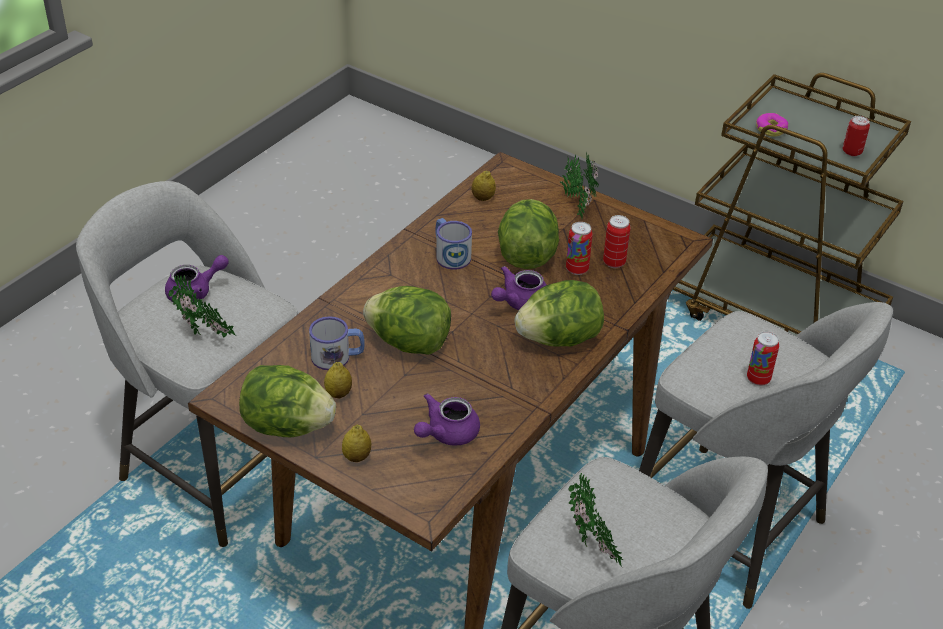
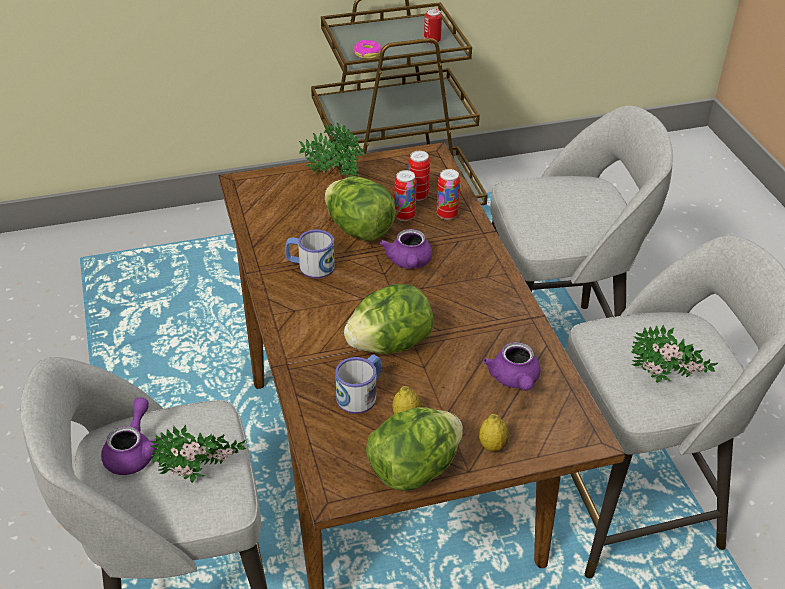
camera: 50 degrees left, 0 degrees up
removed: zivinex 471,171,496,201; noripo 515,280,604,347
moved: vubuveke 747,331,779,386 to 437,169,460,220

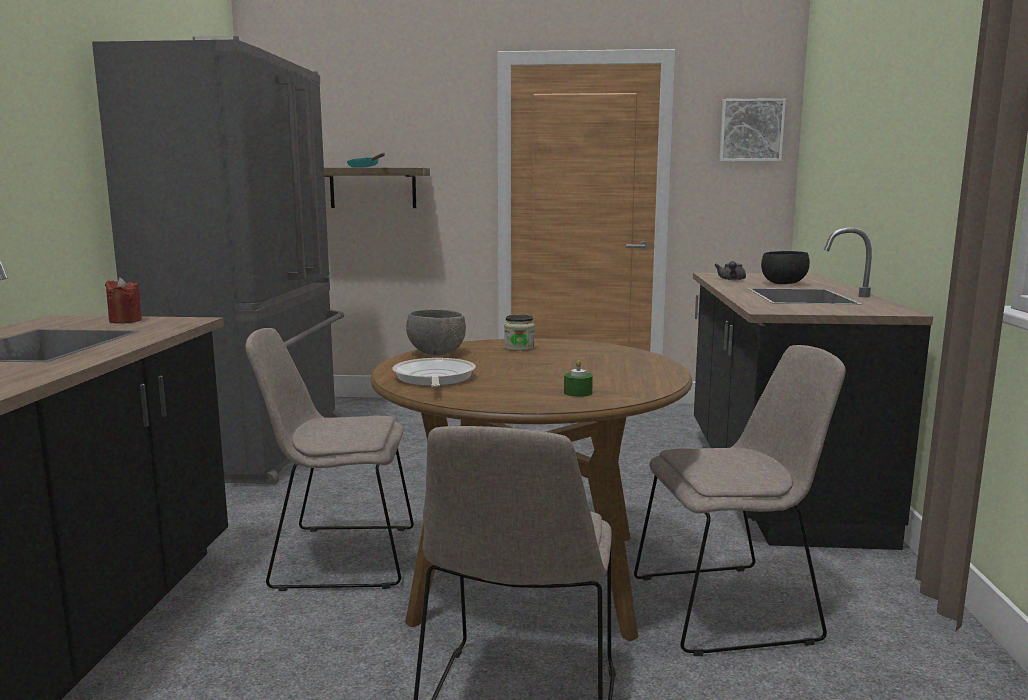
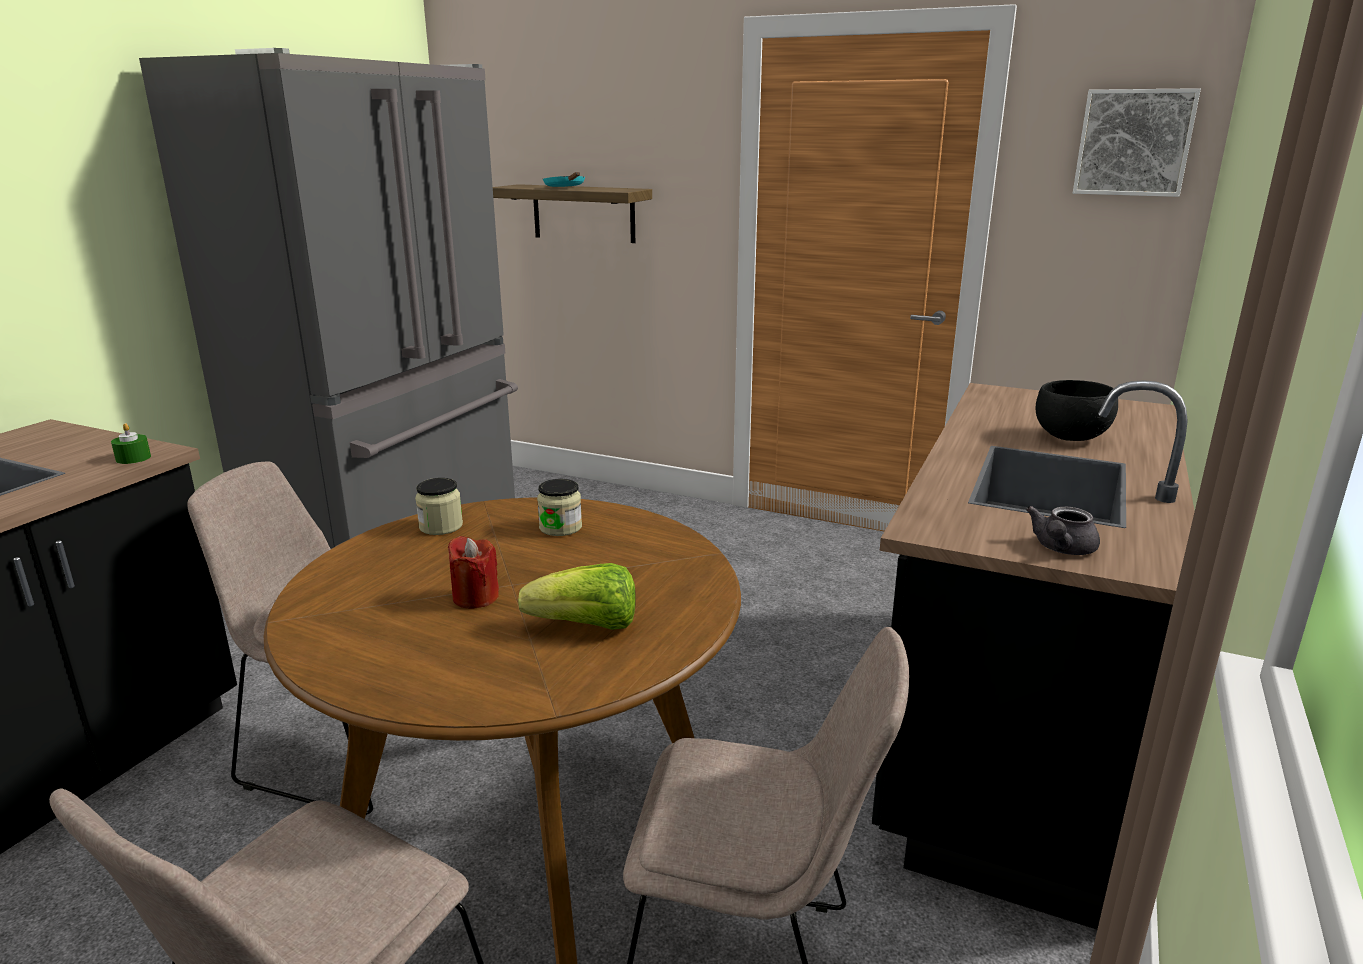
camera: 20 degrees right, 10 degrees up
removed: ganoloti 392,358,476,387
added: noripo 518,563,636,630
moved: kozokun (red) 105,277,142,324 to 448,536,499,609; kozokun (green) 564,360,593,397 to 111,423,151,464; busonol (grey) 715,261,746,280 to 1026,506,1100,555
replaced: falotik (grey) 406,309,466,355 to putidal 415,478,463,535

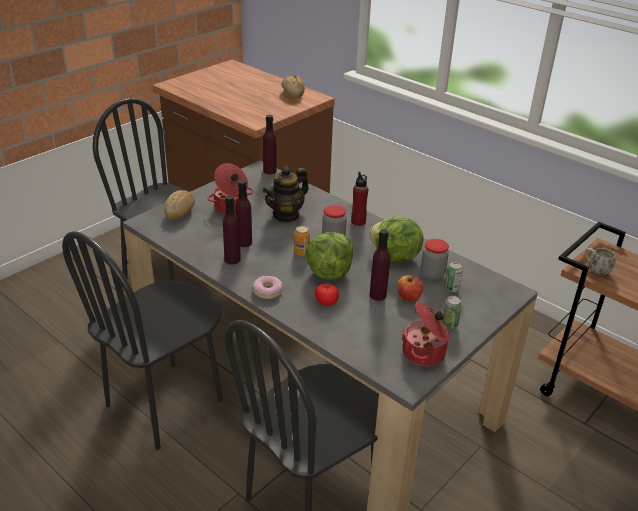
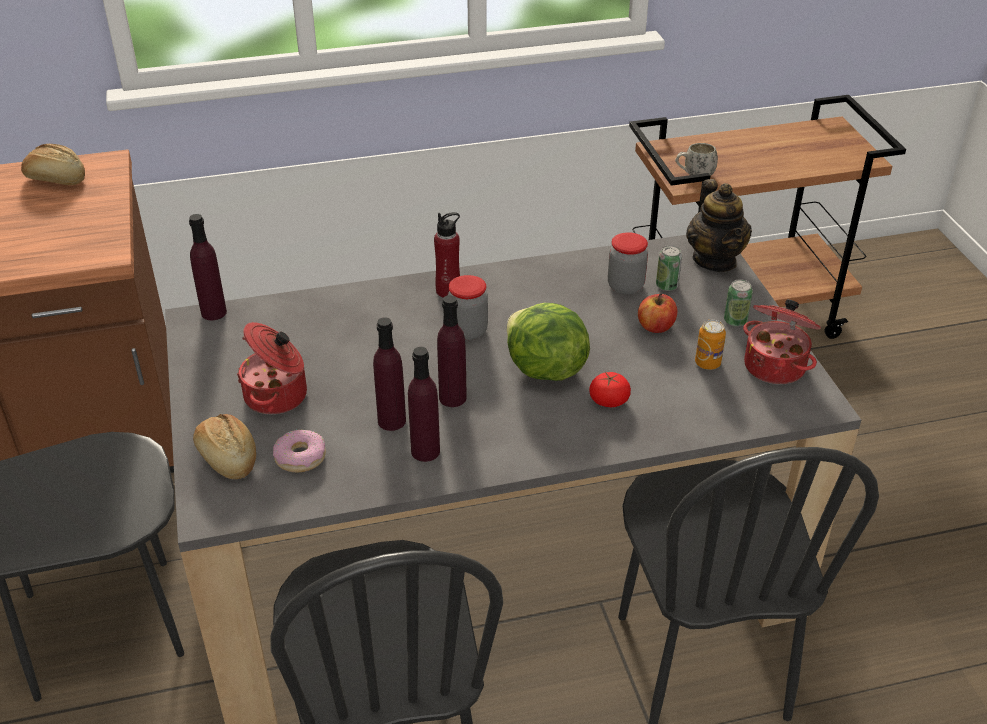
camera: 55 degrees left, 5 degrees up
removed: noripo 369,216,423,261
moved: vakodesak 253,276,282,299 to 273,430,326,472; busonol 263,166,309,222 to 686,179,752,272; vubuveke 294,226,310,256 to 695,320,726,370; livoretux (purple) 370,229,390,301 to 437,295,467,407

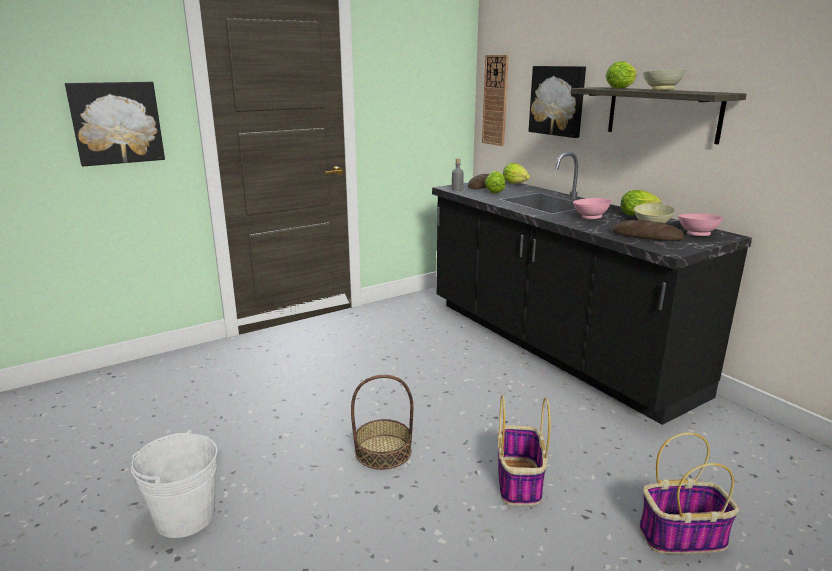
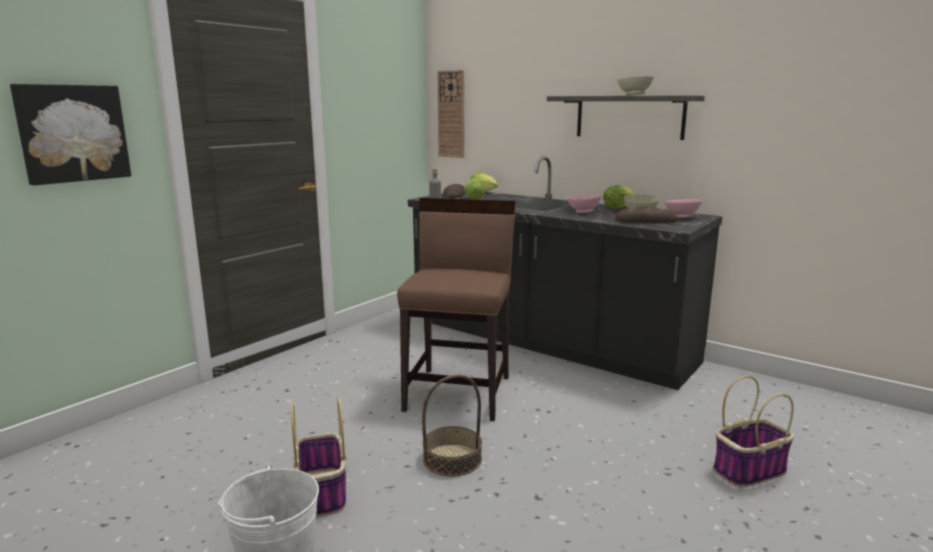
camera: 20 degrees left, 5 degrees down
removed: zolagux 529,66,586,138; noripo 606,61,637,89
added: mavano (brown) 397,198,515,421
moved: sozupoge 498,395,550,506 to 291,397,346,518

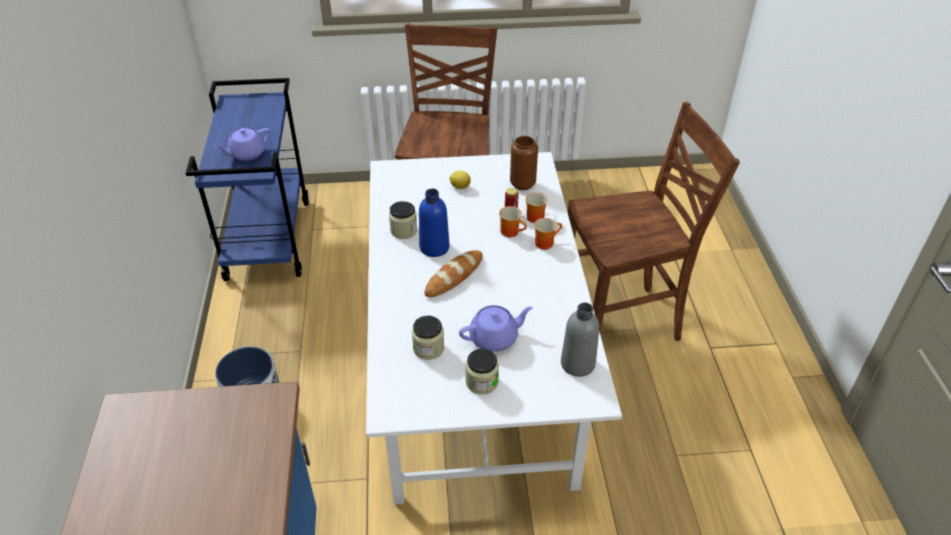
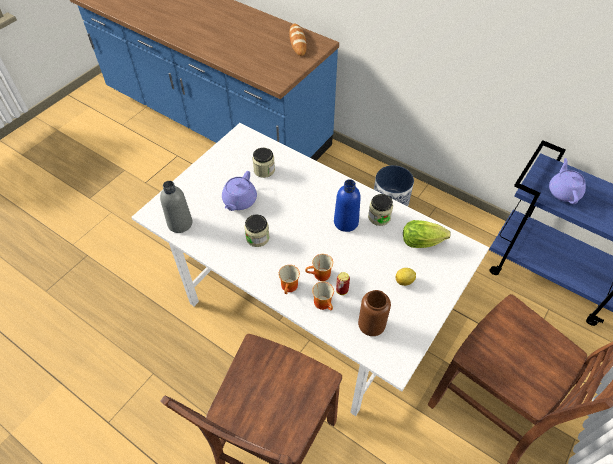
camera: 130 degrees right, 10 degrees up
added: noripo 403,220,451,248
moved: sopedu 425,250,483,297 to 289,24,307,56; putidal 465,348,499,395 to 244,215,270,247

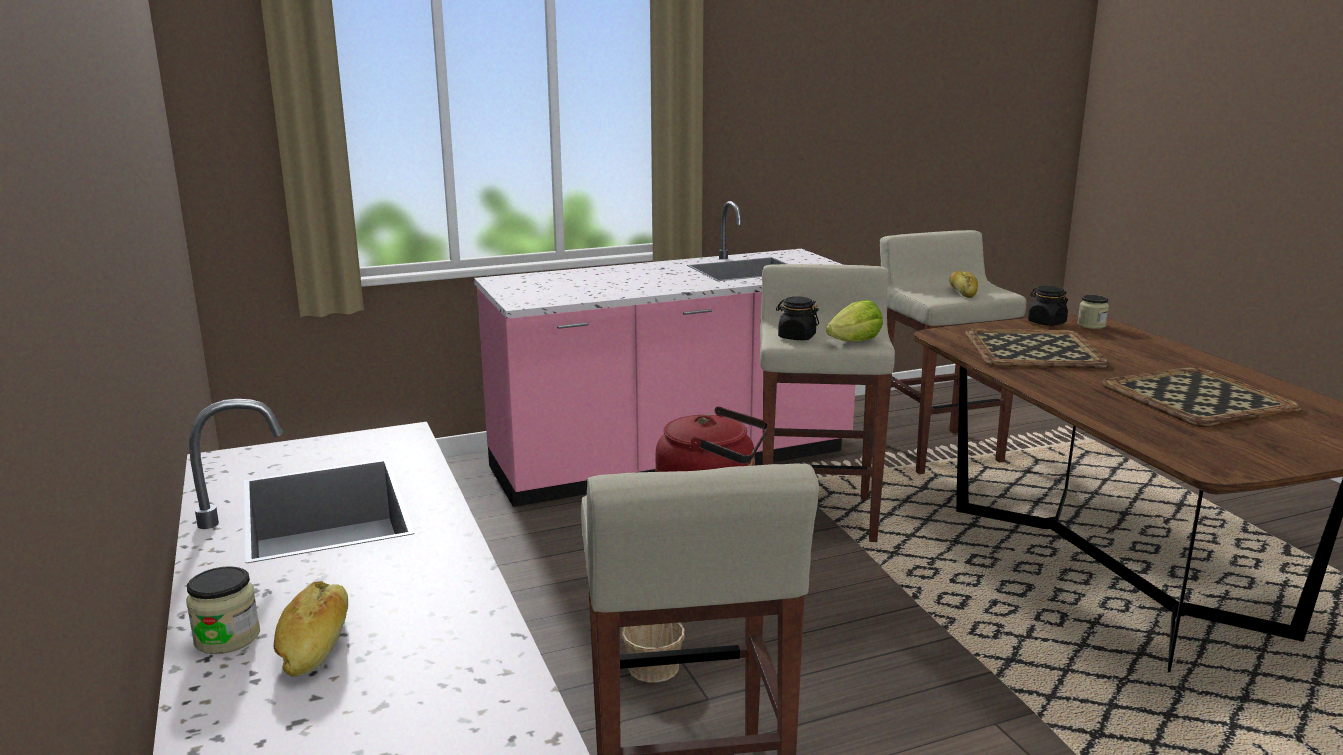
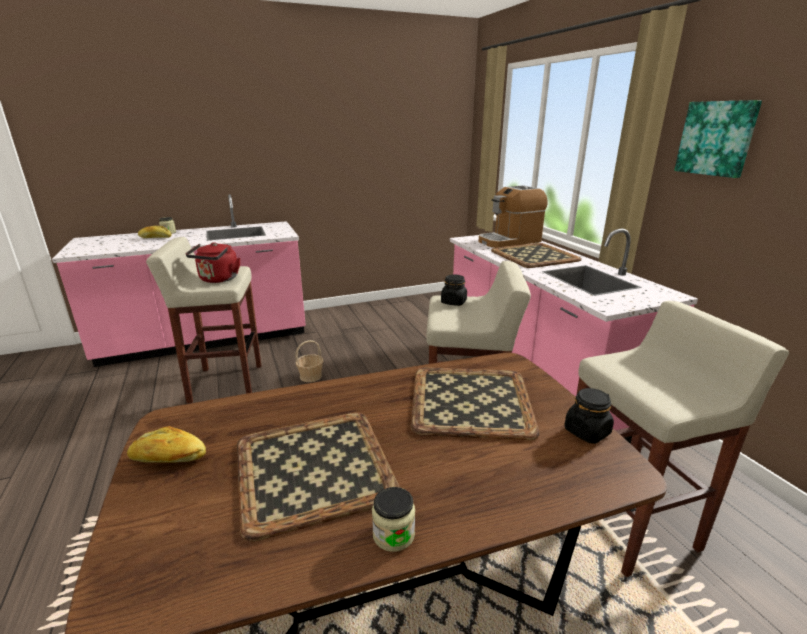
camera: 90 degrees right, 5 degrees up
removed: noripo 826,300,883,341
added: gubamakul 479,185,548,248; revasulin 491,243,582,268; zolagux 674,100,762,178
moved: sopedu 949,271,978,298 to 127,426,206,463; putidal 1078,295,1109,329 to 372,487,415,552

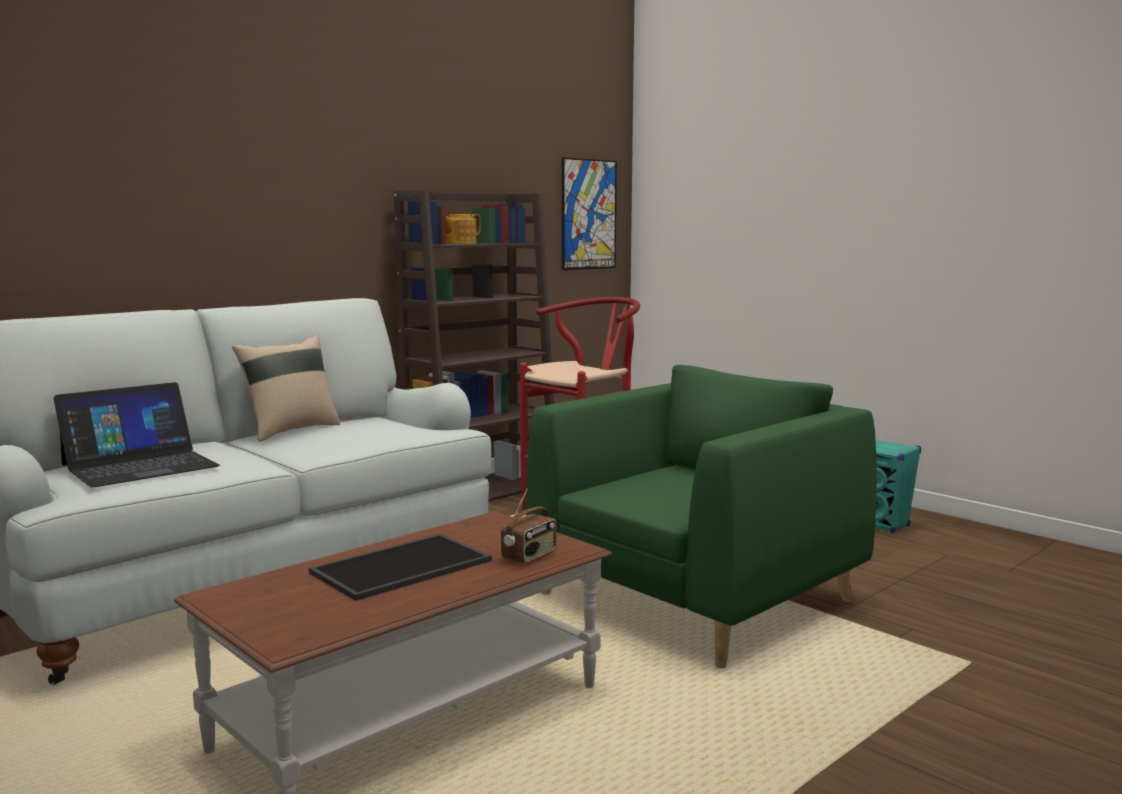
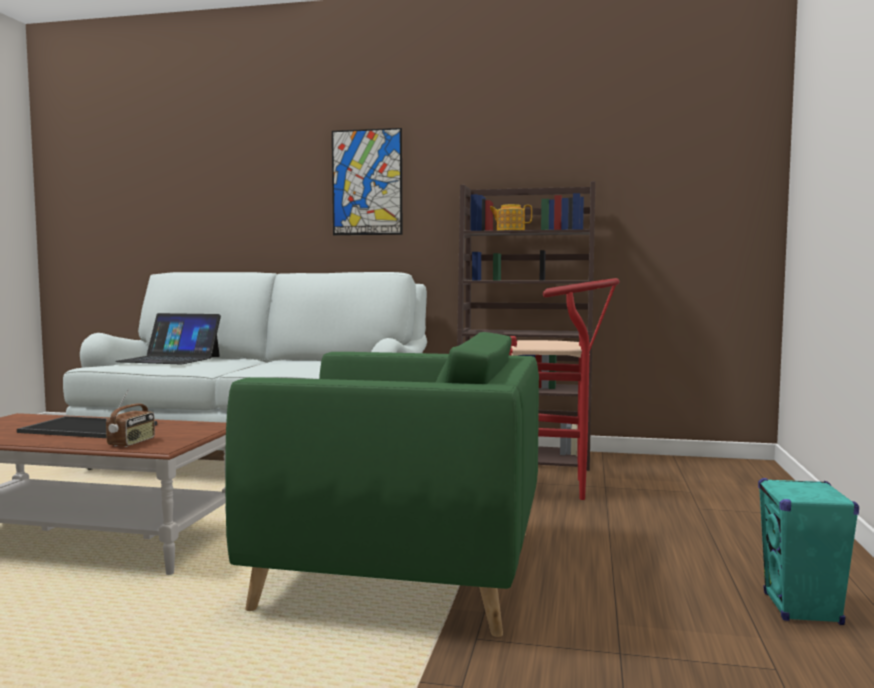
camera: 55 degrees right, 5 degrees down
removed: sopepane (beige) 232,335,340,442
moved: zolagux 562,158,617,270 to 332,128,402,235
turned: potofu 501,488,556,564 = 106,389,155,447 75 degrees counterclockwise

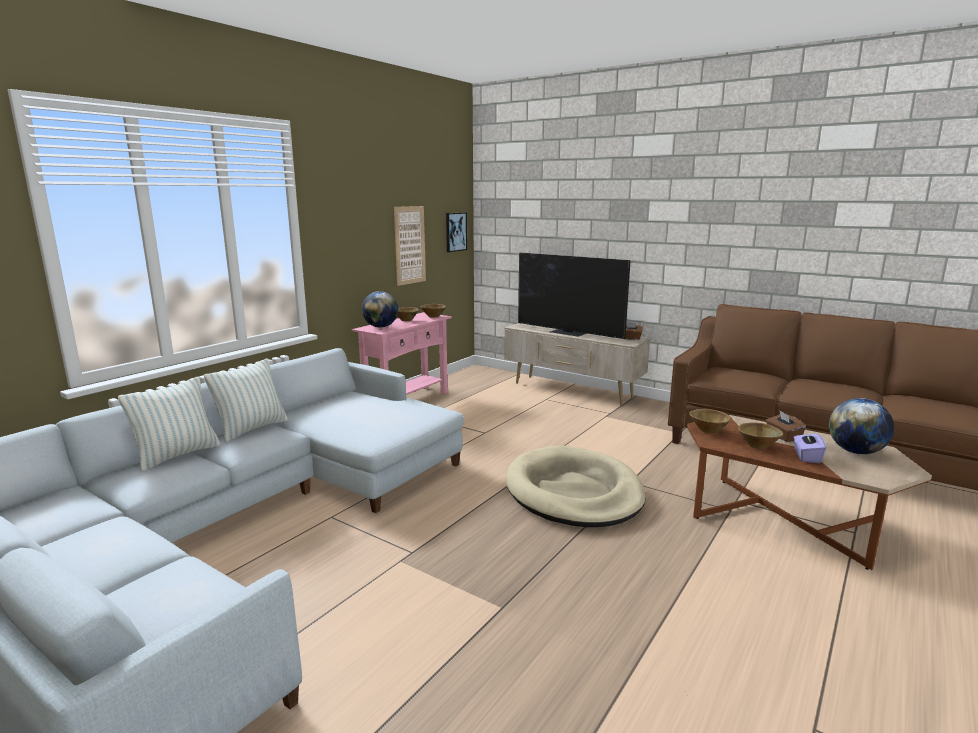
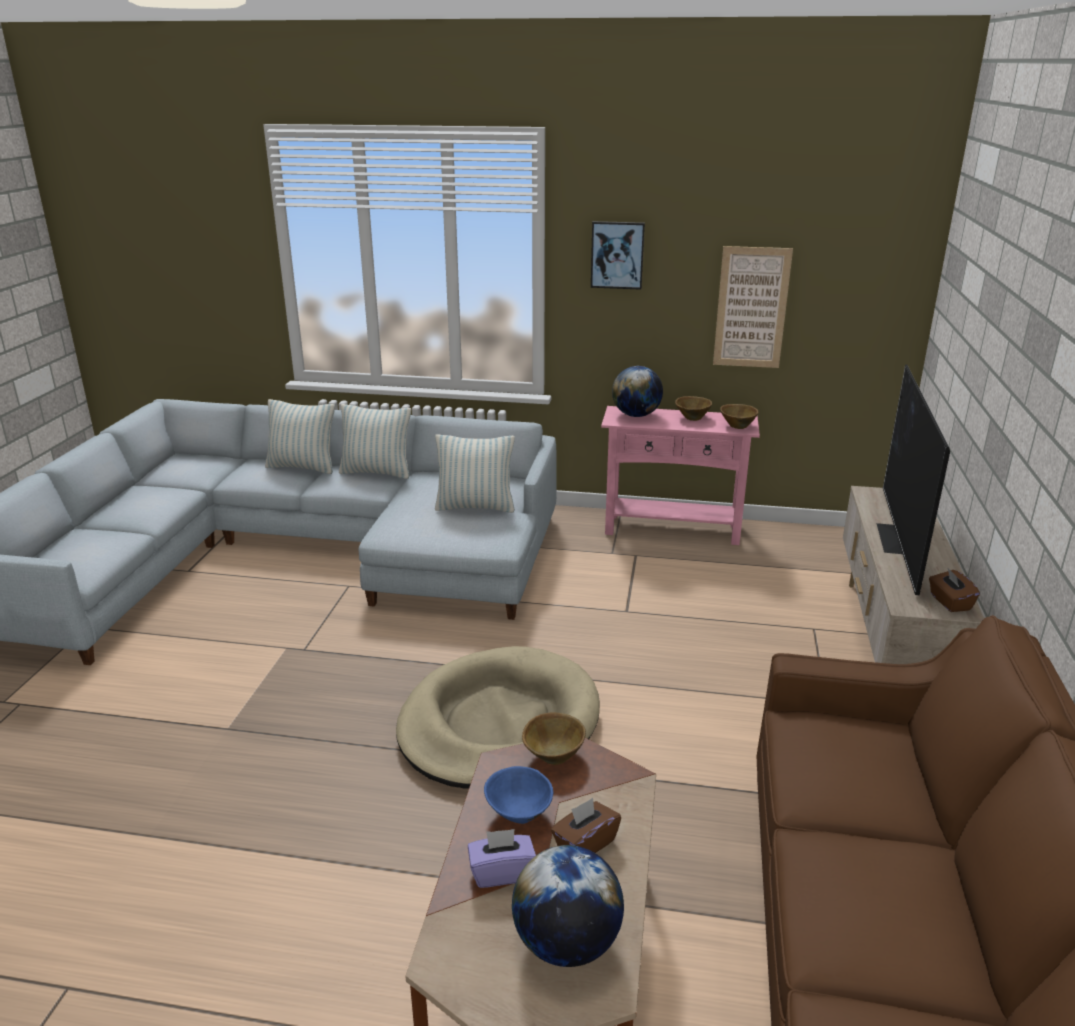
camera: 65 degrees right, 10 degrees up
added: sopepane 435,434,515,513
moved: zolagux 446,212,467,252 to 591,221,645,290
recoloured: falotik (brown) 738,422,783,449 to falotik (blue) 484,766,553,824

